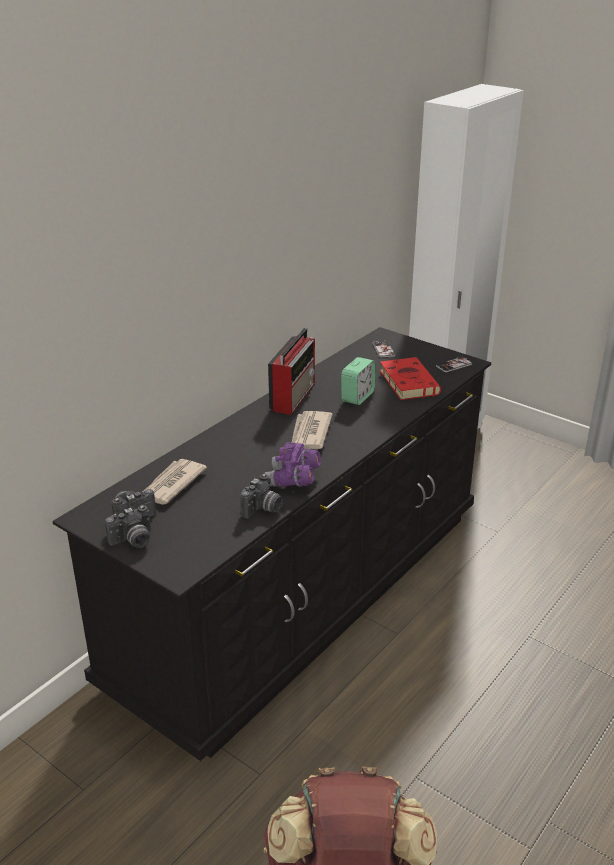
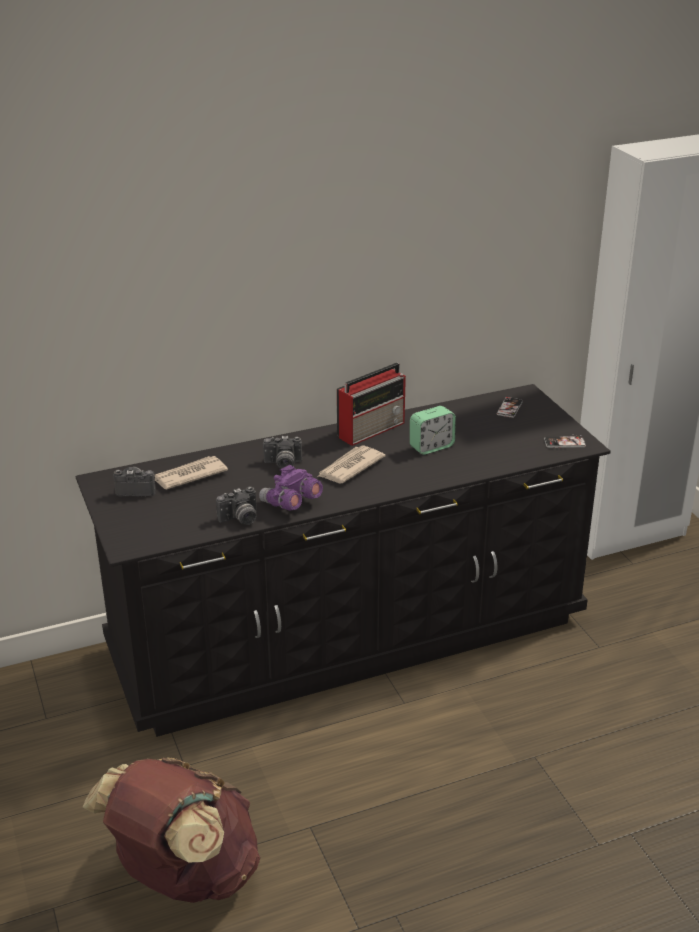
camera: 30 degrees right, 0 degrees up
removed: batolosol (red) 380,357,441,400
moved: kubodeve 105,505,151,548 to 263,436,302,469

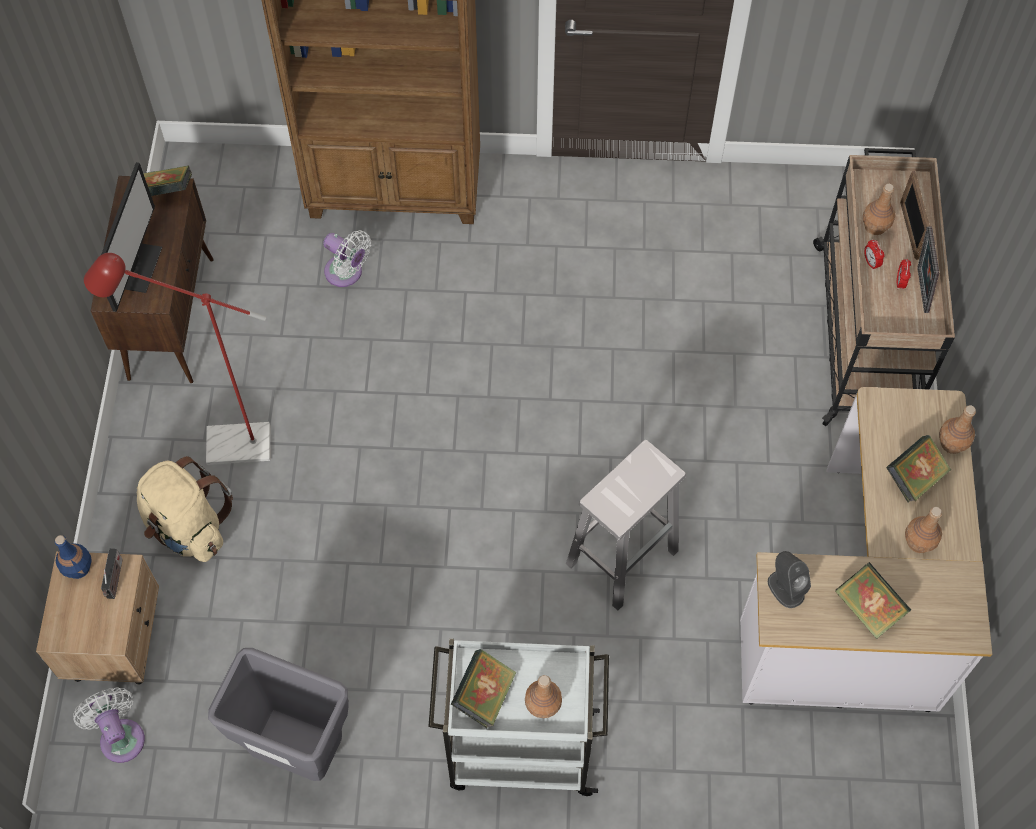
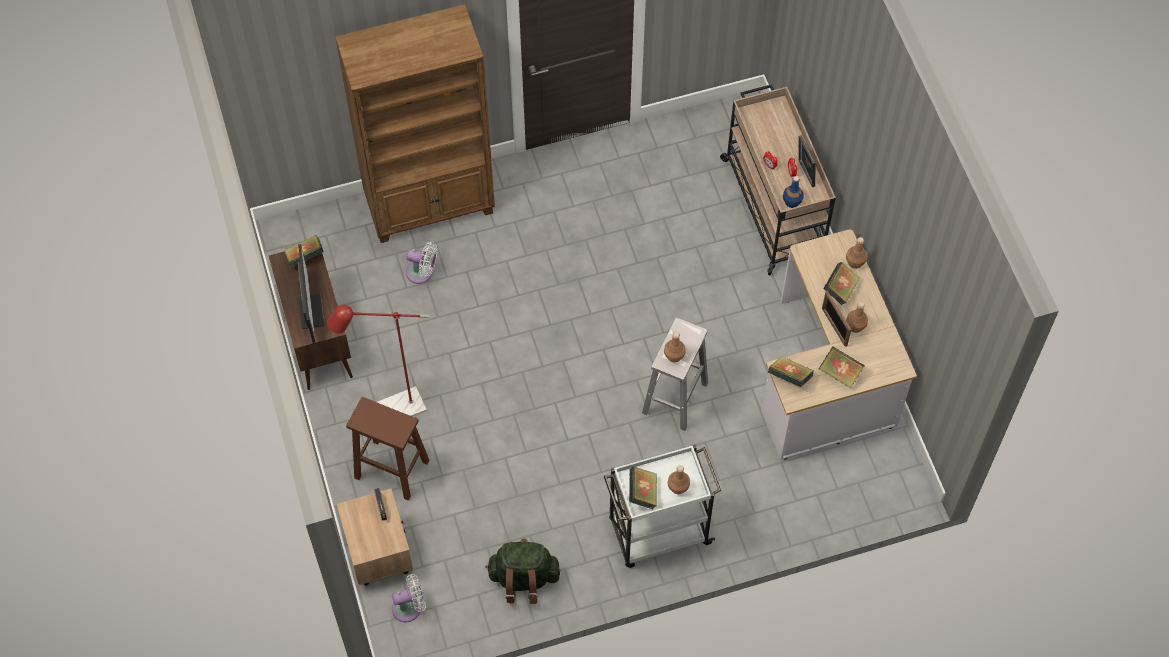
camera: 20 degrees left, 0 degrees up
moved: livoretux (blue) 55,535,92,579 to 783,176,804,208; livoretux (brown) 863,184,895,235 to 664,332,685,362; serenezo 900,171,930,260 to 822,290,851,347
replaced: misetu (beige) 137,456,233,562 to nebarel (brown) 346,397,429,501; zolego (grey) 208,648,349,781 to misetu (green) 485,538,560,604; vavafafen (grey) 768,551,811,608 to batolosol 768,356,814,387
turned: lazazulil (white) 73,688,145,763 = 392,574,426,622 120 degrees clockwise

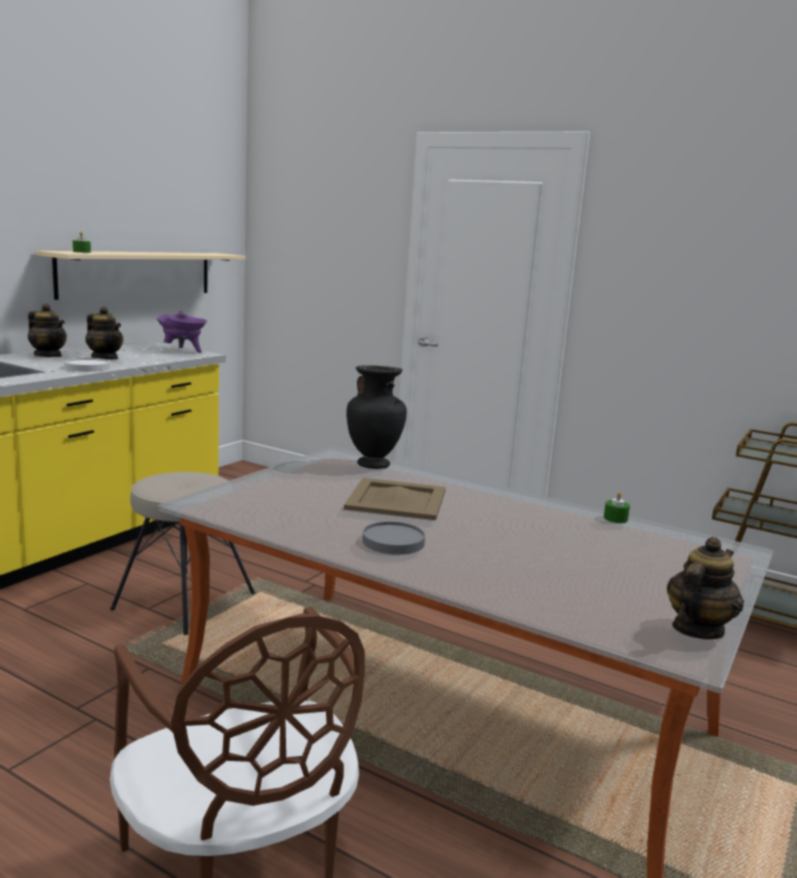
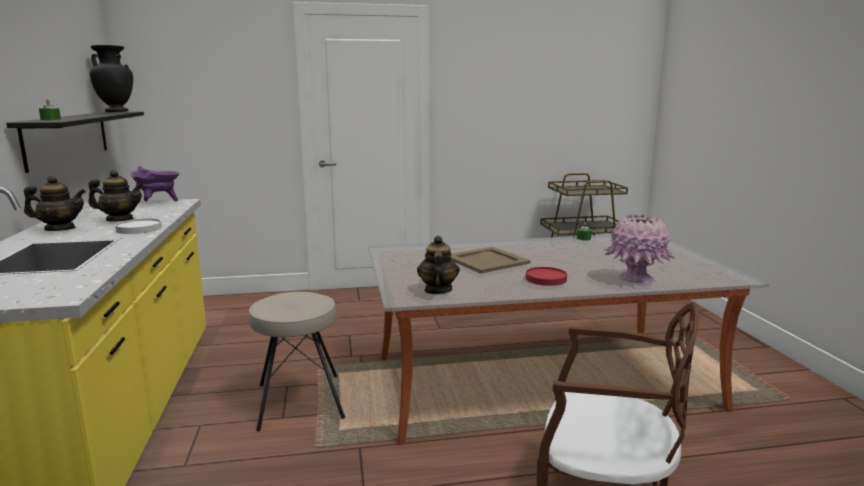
camera: 40 degrees left, 0 degrees up
added: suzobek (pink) 604,214,675,284
moved: suzobek (black) 347,366,407,469 to 90,45,133,112; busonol 667,537,744,639 to 417,235,460,294
recoloured: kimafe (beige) 36,251,246,300 to kimafe (black) 6,112,144,173; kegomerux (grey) 362,522,425,555 to kegomerux (red) 526,267,567,286

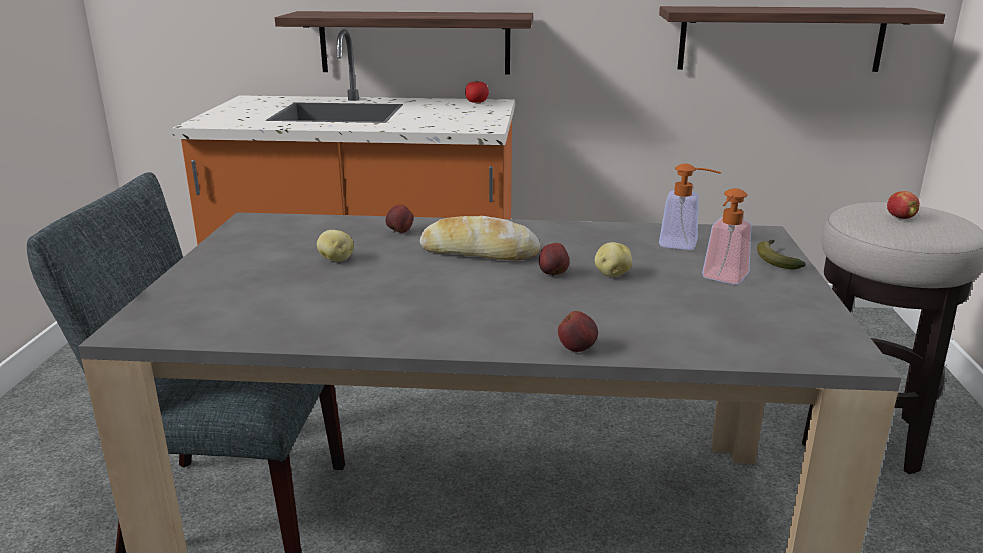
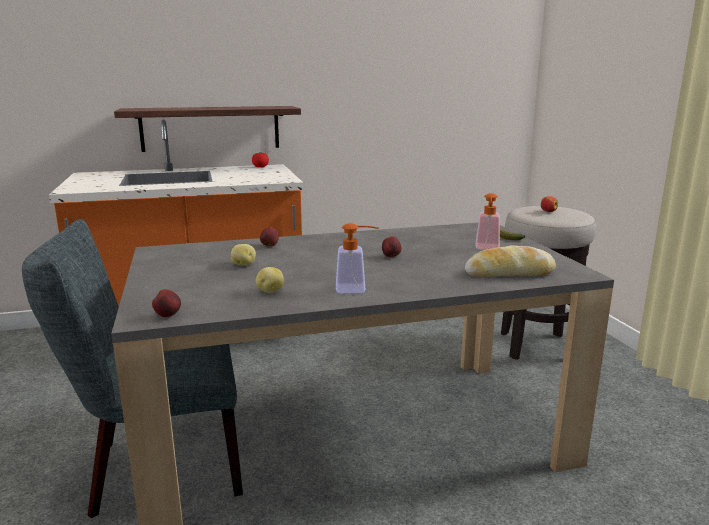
camera: 20 degrees left, 5 degrees down
removed: kimafe 659,6,945,72
moved: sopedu 420,216,540,261 to 465,246,556,277; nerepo 558,311,598,352 to 152,289,181,317; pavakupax 595,242,632,277 to 256,267,284,293; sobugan 659,164,721,250 to 336,223,379,293

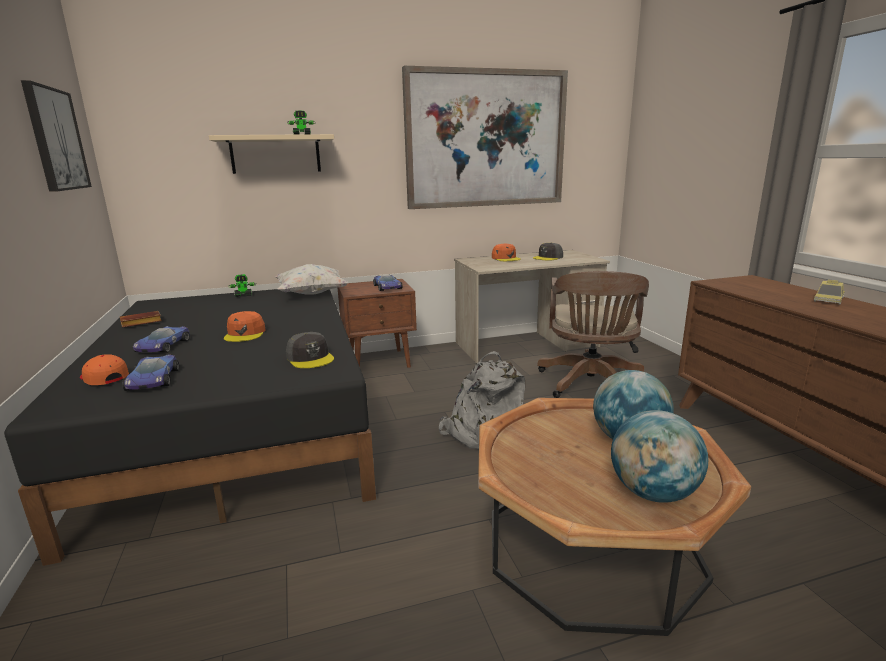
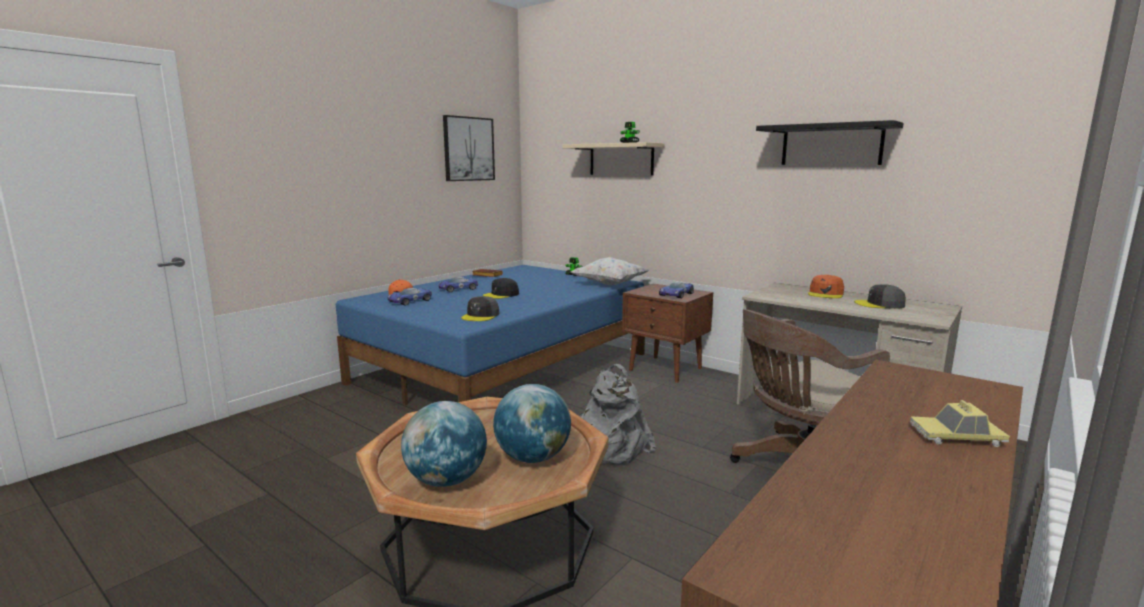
camera: 55 degrees right, 5 degrees down
replaced: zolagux 402,66,568,209 to kimafe (black) 756,120,904,165
recoloured: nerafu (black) 4,289,376,566 to nerafu (blue) 336,265,645,405; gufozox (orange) 224,311,266,342 to gufozox (black) 483,278,519,299

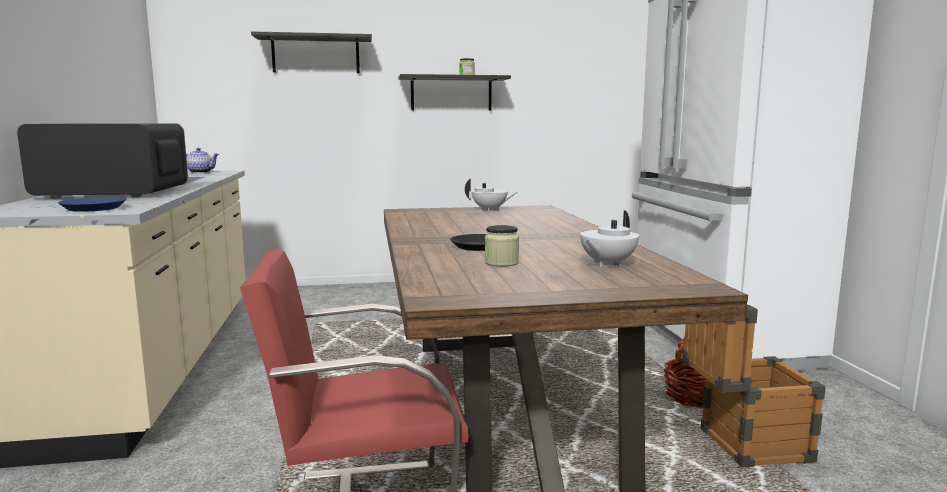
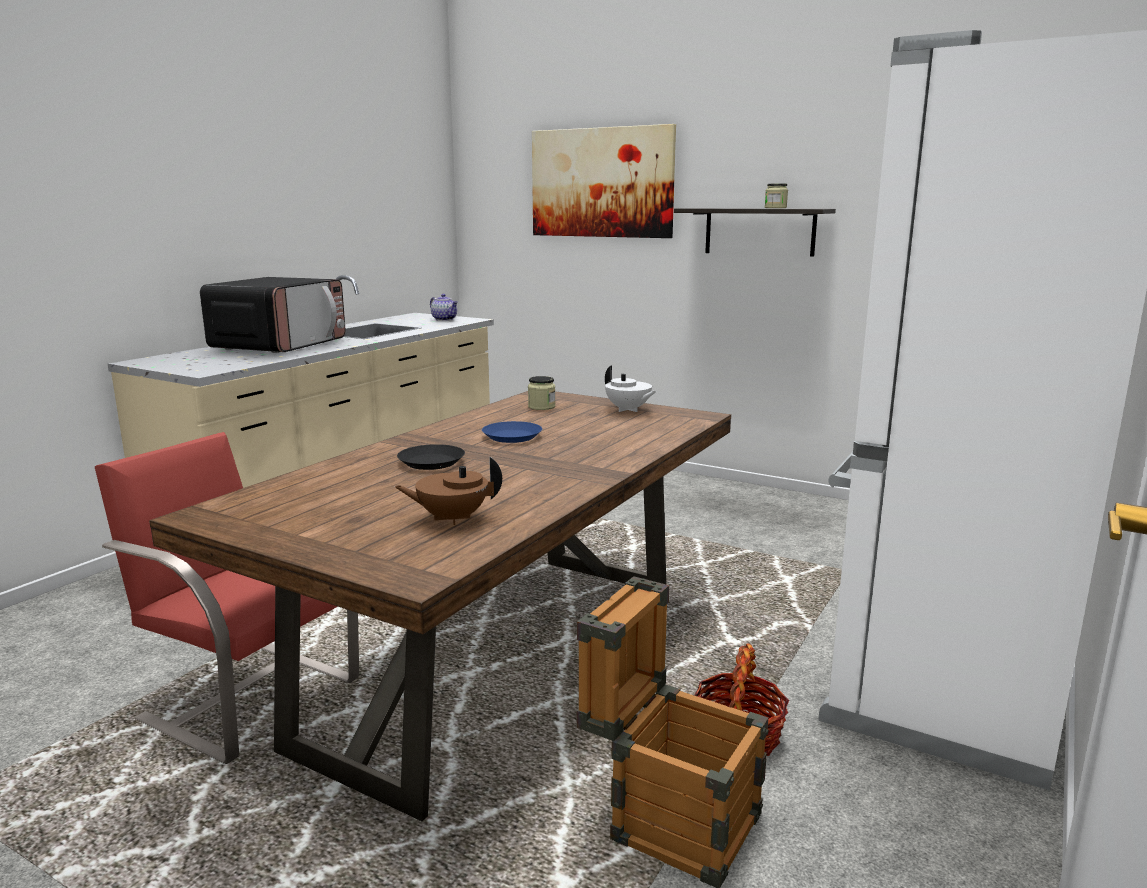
camera: 40 degrees right, 5 degrees up
moved: kegomerux (blue) 58,197,127,212 to 482,421,542,443; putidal 485,225,519,267 to 528,376,555,410
replaced: kimafe 251,31,372,73 to zolagux 532,124,676,238
recoloured: busonol (white) 580,211,639,267 to busonol (brown) 394,456,502,525
turned: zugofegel 17,123,188,199 = 200,277,345,353 75 degrees clockwise

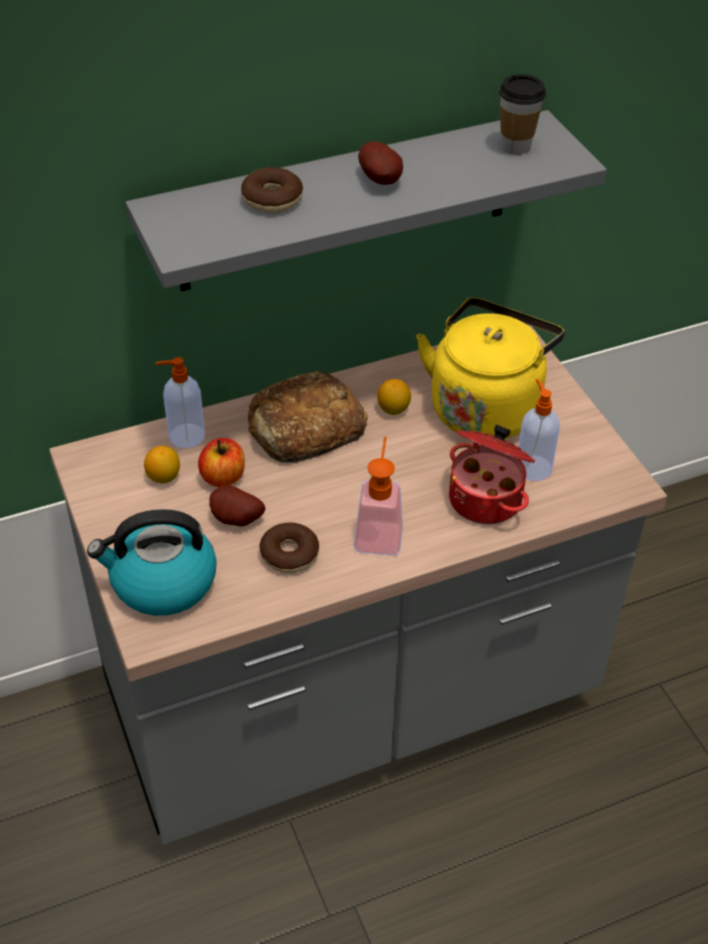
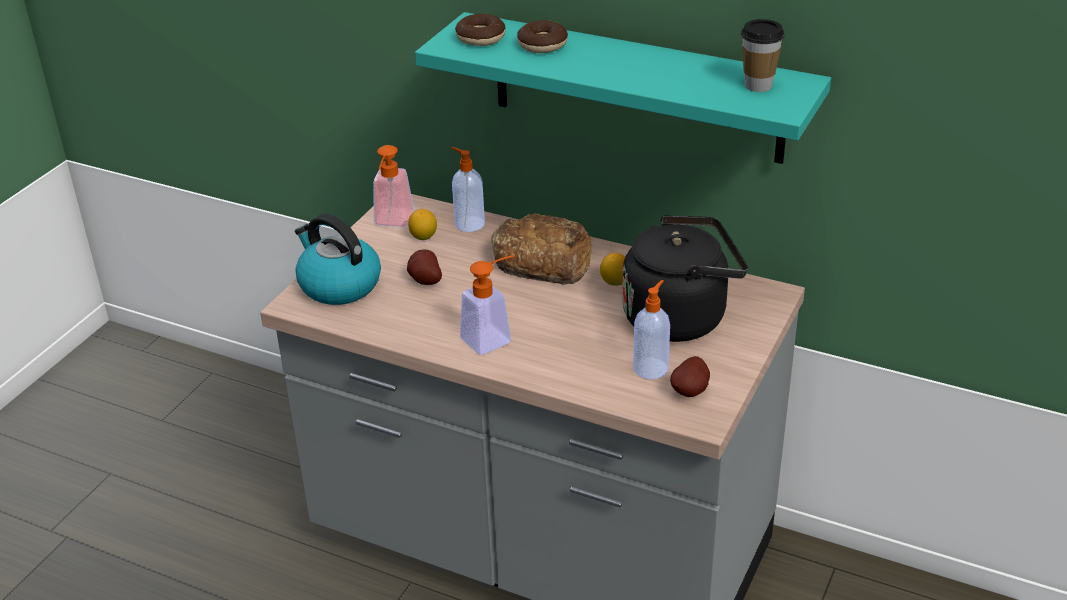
camera: 50 degrees right, 10 degrees down
removed: nerepo 198,438,245,487; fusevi 449,425,535,525
added: sobugan 373,145,414,227
moved: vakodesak 260,523,319,573 to 455,14,505,46; pavakupax 358,142,403,185 to 670,356,710,397
recoloured: kimafe (grey) 126,110,607,291 to kimafe (turquoise) 415,12,831,164; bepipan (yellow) 416,297,565,439 to bepipan (black) 622,215,748,342

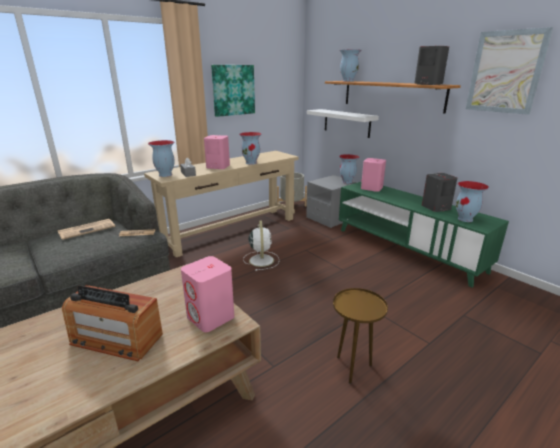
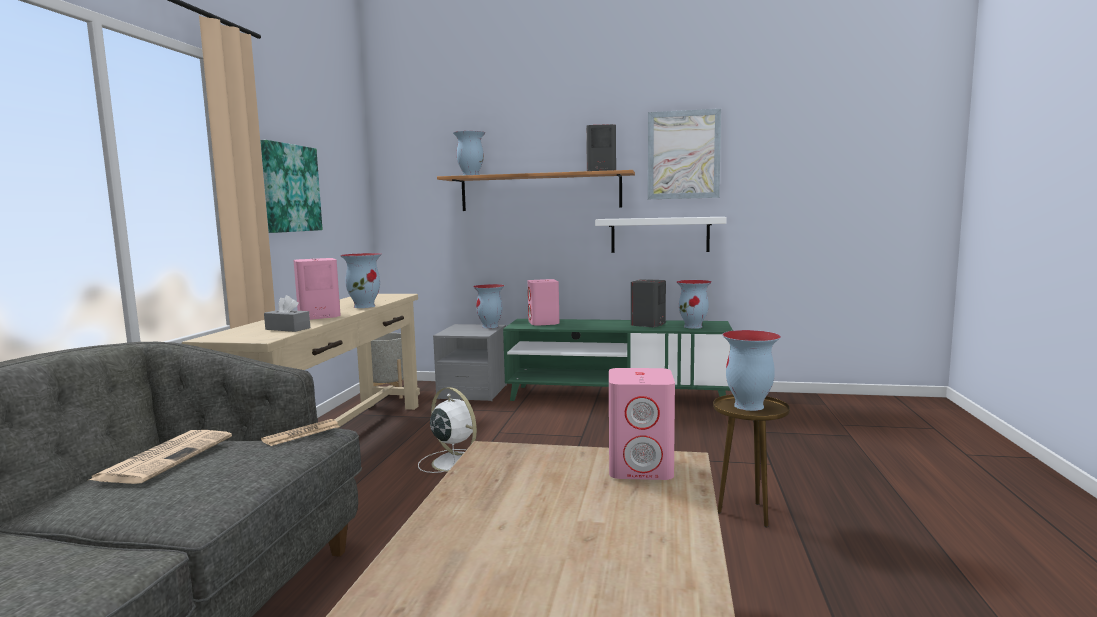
camera: 40 degrees left, 15 degrees down
removed: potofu 62,285,163,361
moved: suzobek 148,140,175,177 to 722,330,781,411; kimafe (white) 307,109,379,138 to 595,217,727,253

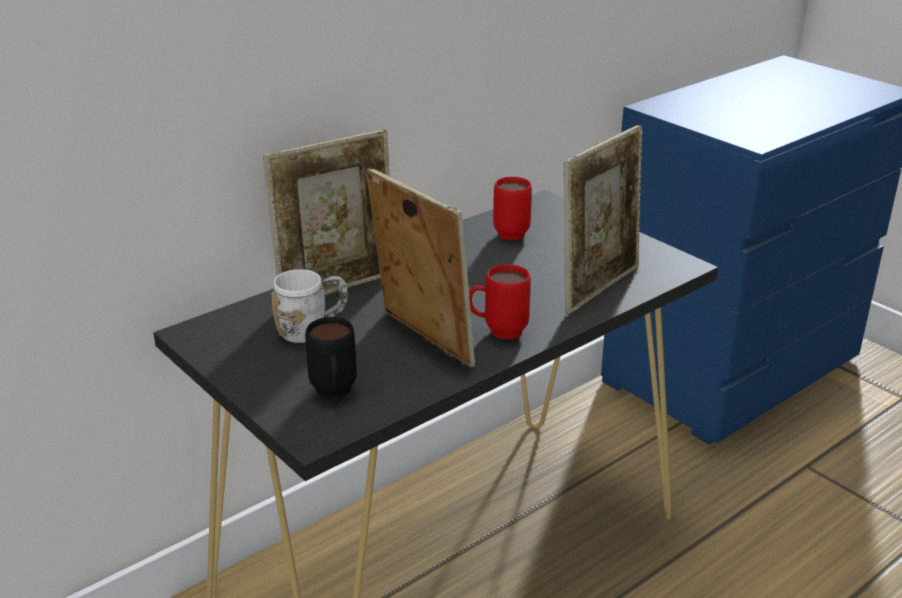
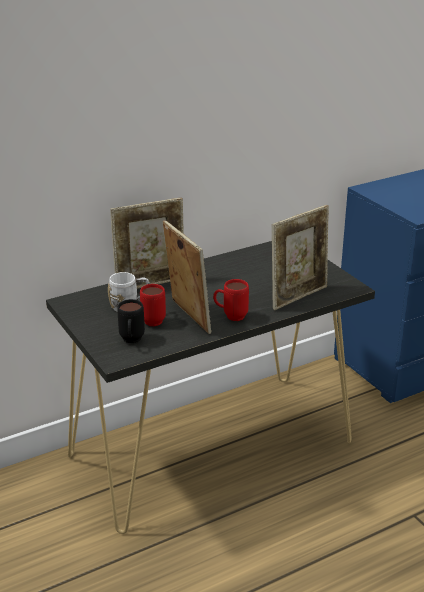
camera: 10 degrees right, 0 degrees up
moved: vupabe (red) 493,177,532,241 to 140,284,166,326

